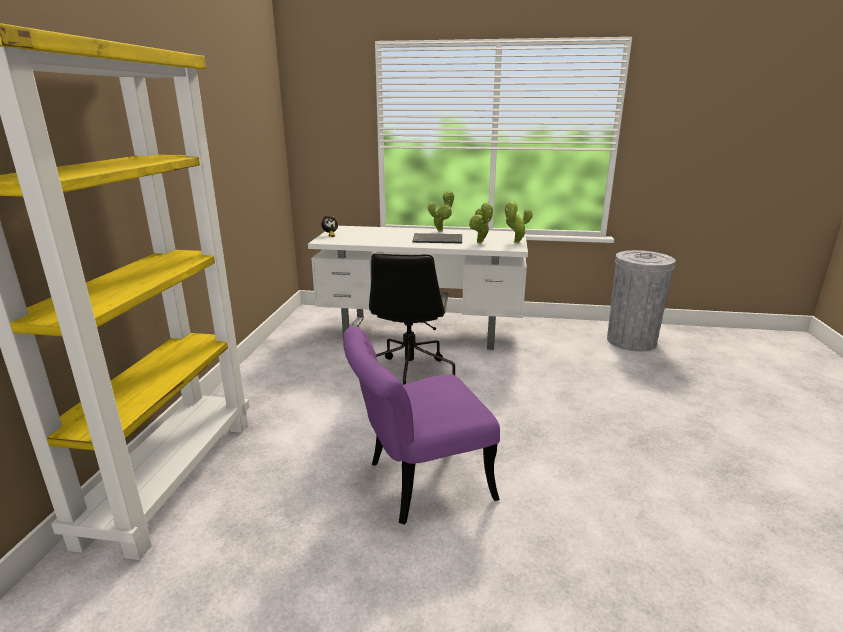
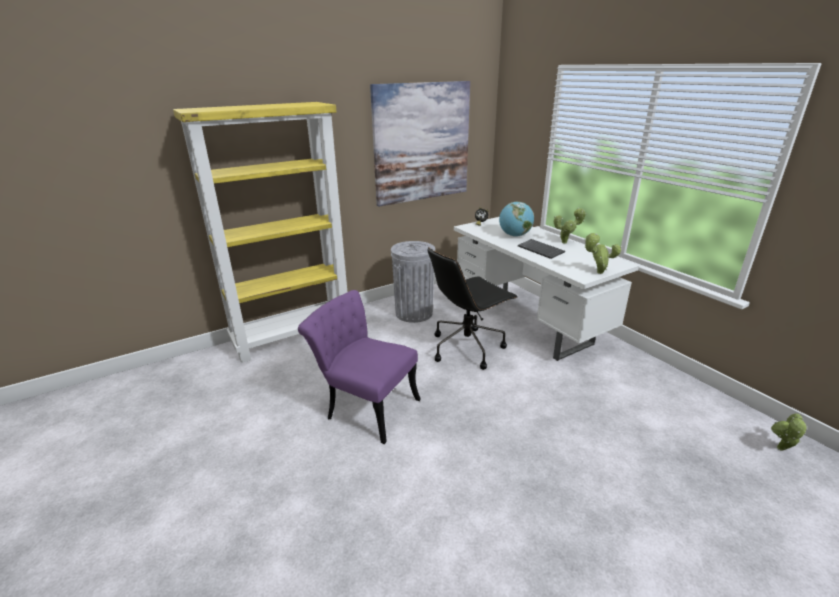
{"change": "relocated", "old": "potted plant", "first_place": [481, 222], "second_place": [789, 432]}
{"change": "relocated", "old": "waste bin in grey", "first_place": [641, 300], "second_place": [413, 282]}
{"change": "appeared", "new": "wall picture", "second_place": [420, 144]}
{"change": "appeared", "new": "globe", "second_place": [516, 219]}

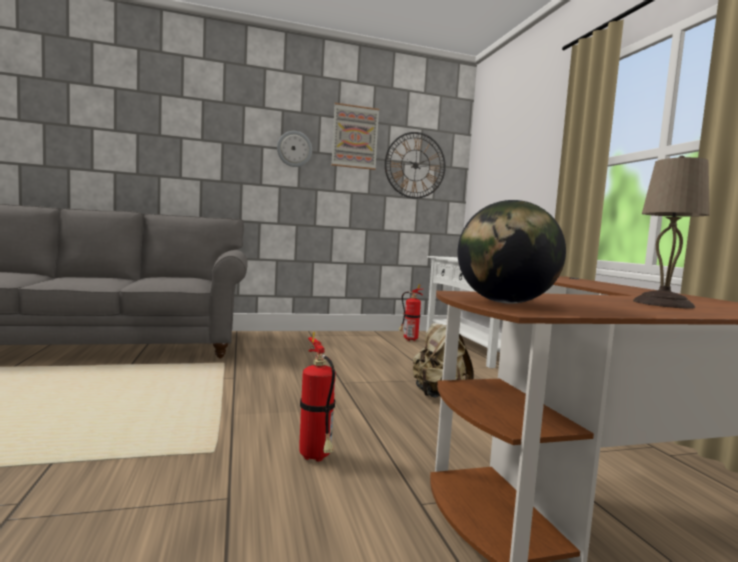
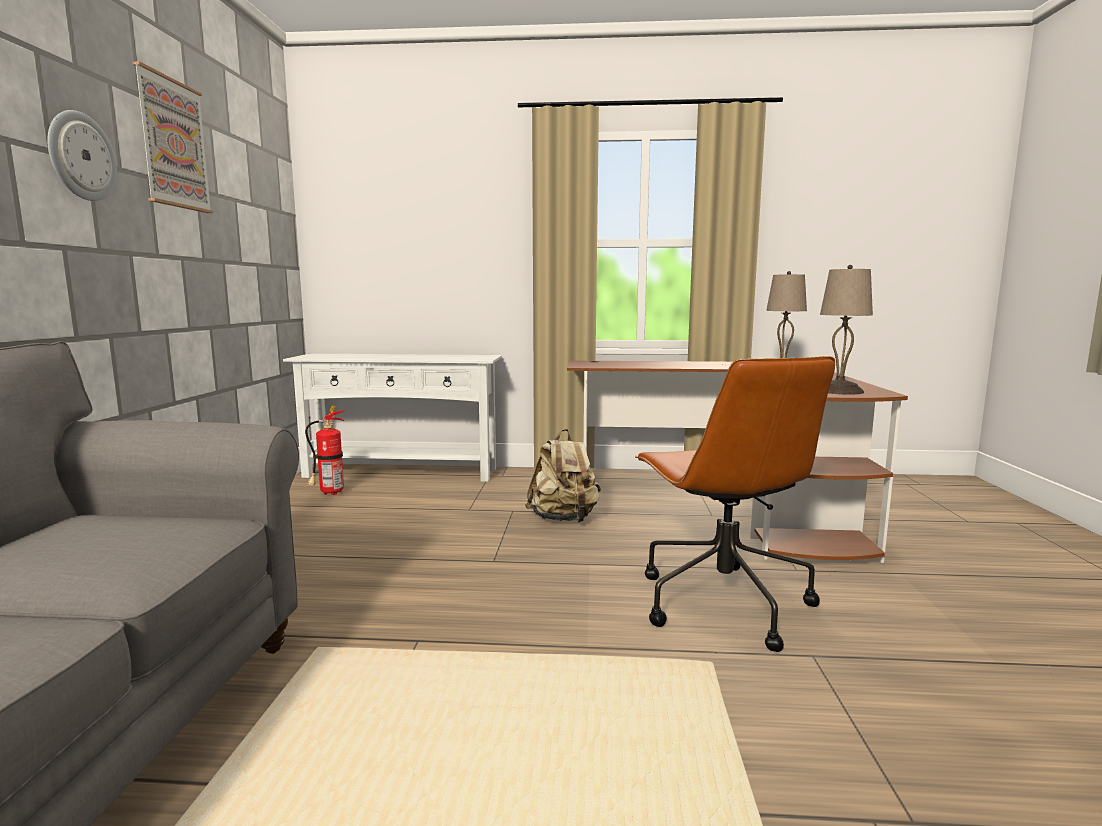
{"change": "missing", "old": "clock on the wall", "first_place": [415, 165]}
{"change": "exchanged", "old": "globe", "new": "table lamp in sand-coloured", "first_place": [512, 252], "second_place": [846, 330]}
{"change": "exchanged", "old": "fire extinguisher", "new": "office chair in brown-coloured", "first_place": [317, 397], "second_place": [735, 504]}

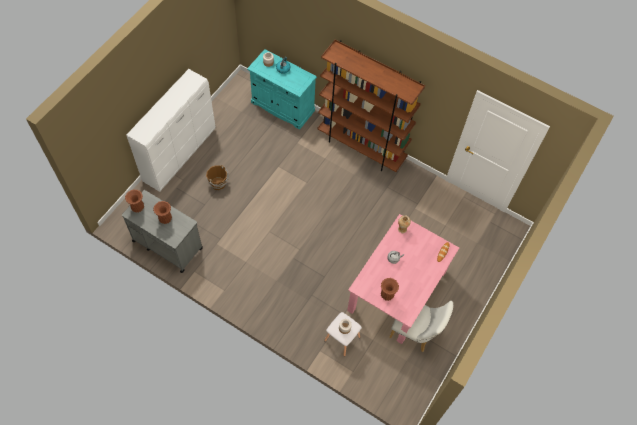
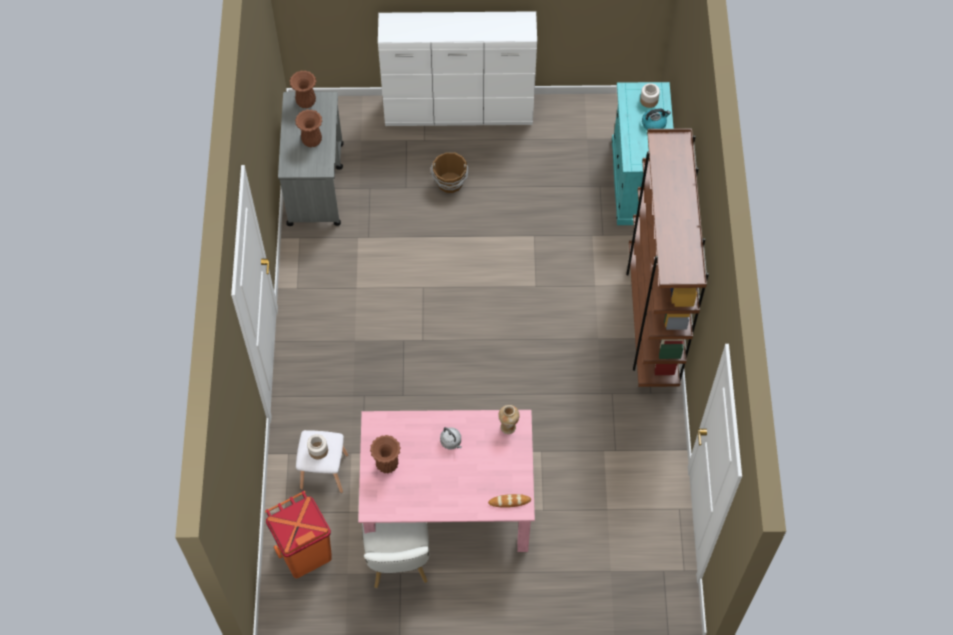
{"change": "appeared", "new": "waste bin in orange-coloured", "second_place": [298, 534]}

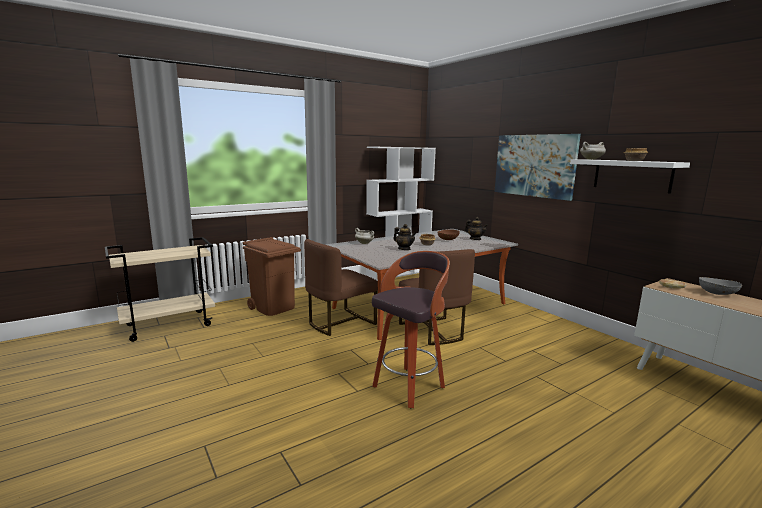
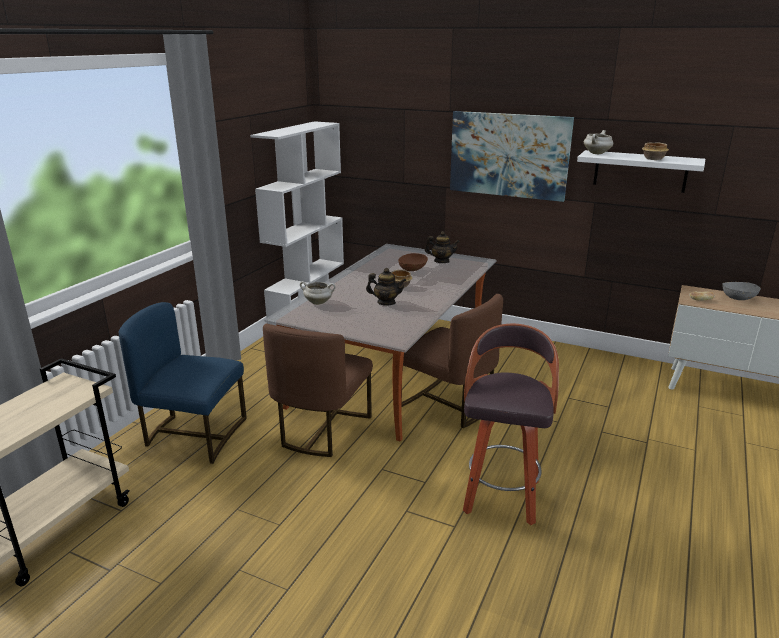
{"change": "exchanged", "old": "waste bin in brown-coloured", "new": "plain chair in blue", "first_place": [272, 276], "second_place": [183, 383]}

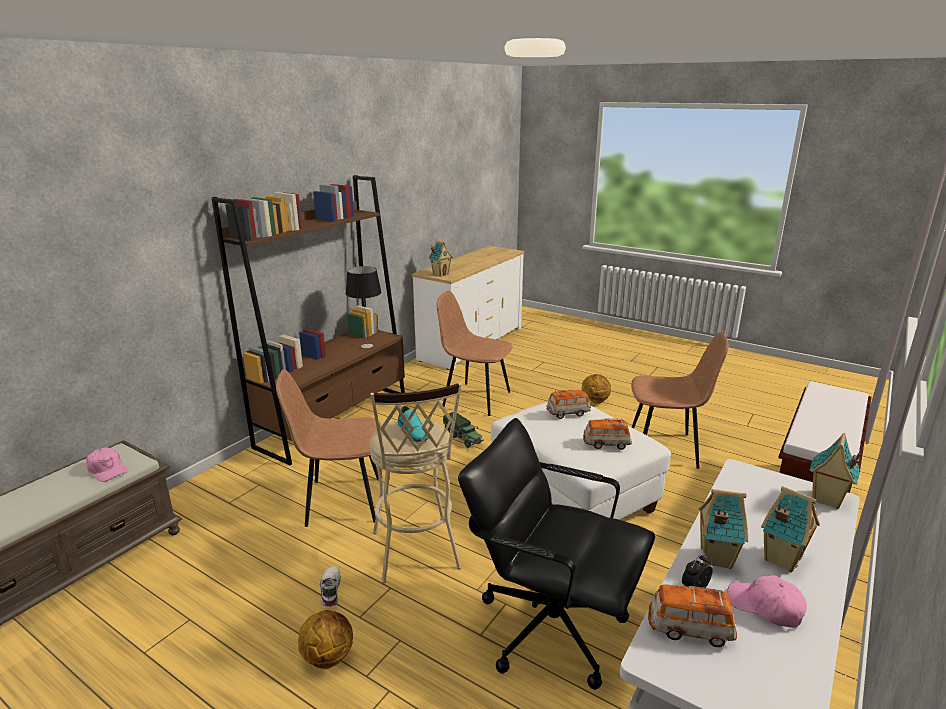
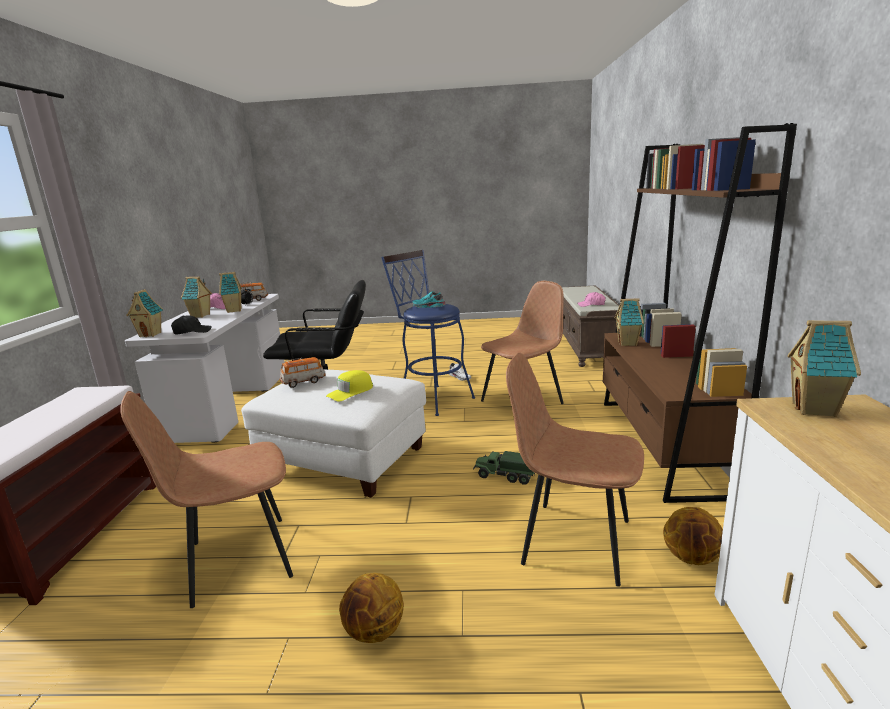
{"change": "missing", "old": "table lamp", "first_place": [363, 307]}
{"change": "spun", "old": "plain chair in brown-coloured", "first_place": [475, 353], "second_place": [575, 469], "degrees": -150}
{"change": "colour", "old": "sitting stool in sand-coloured", "new": "sitting stool in blue", "first_place": [415, 483], "second_place": [428, 333]}
{"change": "exchanged", "old": "toy car", "new": "baseball cap in yellowish", "first_place": [568, 404], "second_place": [349, 386]}
{"change": "relocated", "old": "ball for basketball", "first_place": [325, 639], "second_place": [693, 536]}
{"change": "appeared", "new": "toy house", "second_place": [629, 322]}
{"change": "appeared", "new": "baseball cap in black", "second_place": [191, 325]}

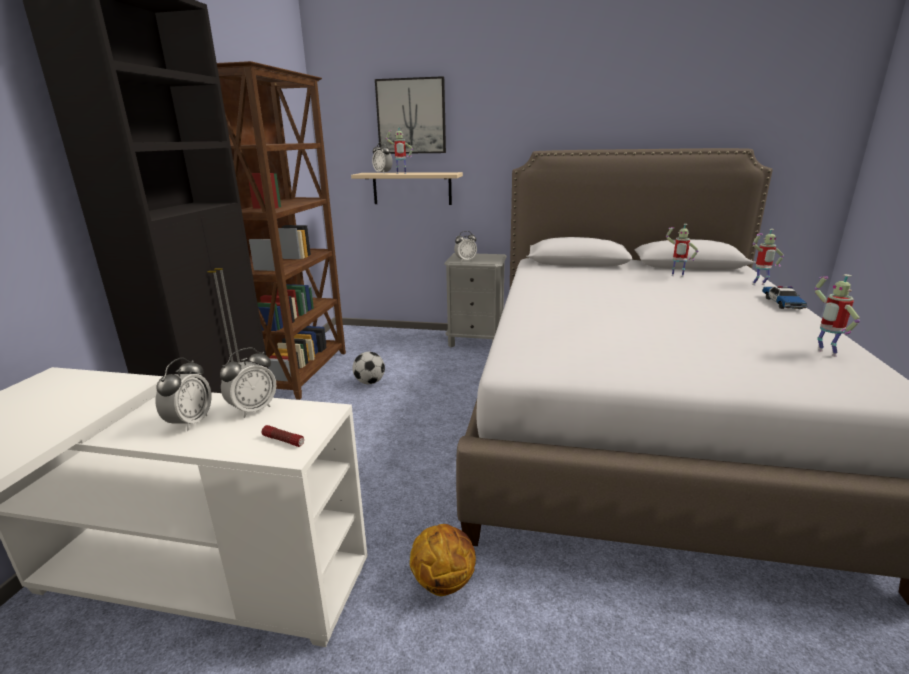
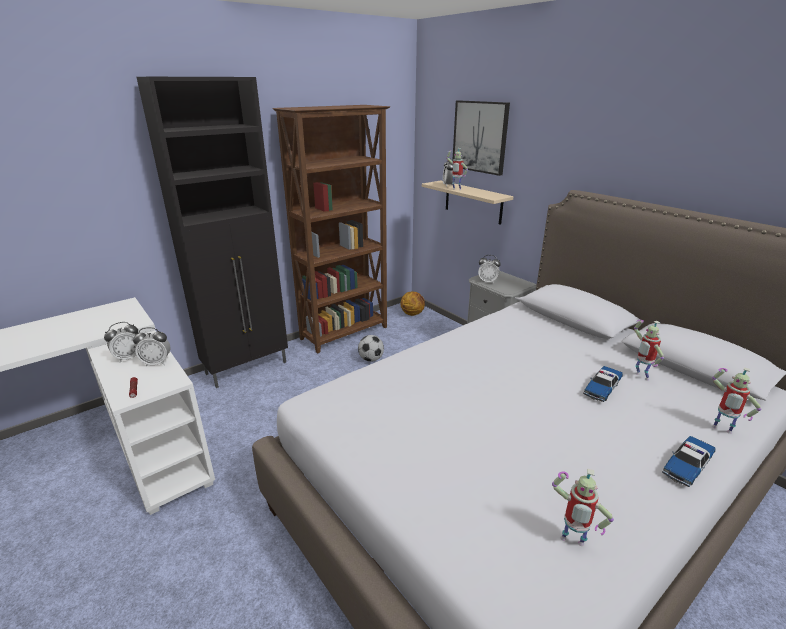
{"change": "spun", "old": "robot figure", "first_place": [837, 315], "second_place": [583, 507], "degrees": -90}
{"change": "relocated", "old": "ball for basketball", "first_place": [443, 560], "second_place": [412, 303]}
{"change": "appeared", "new": "toy car", "second_place": [603, 384]}

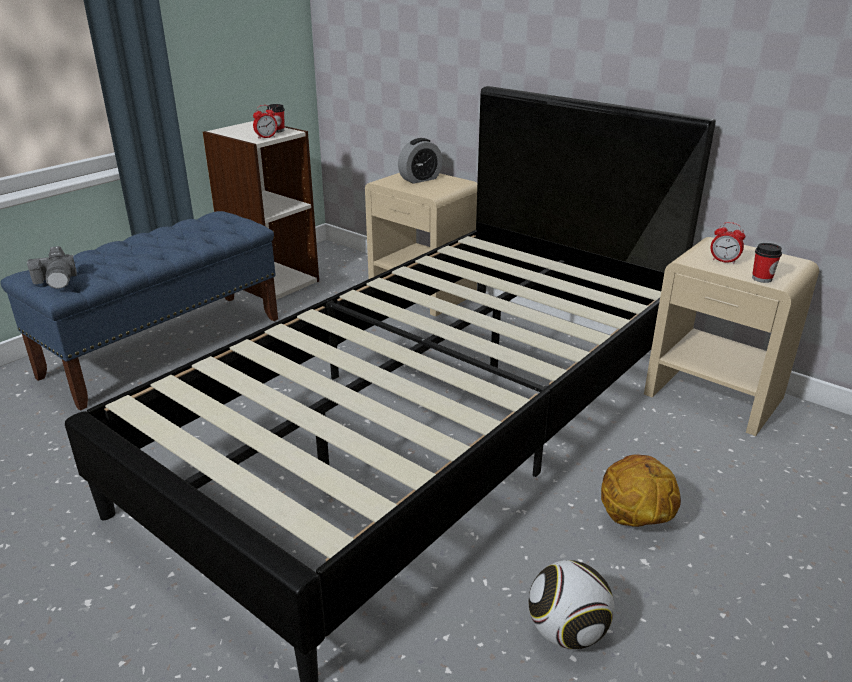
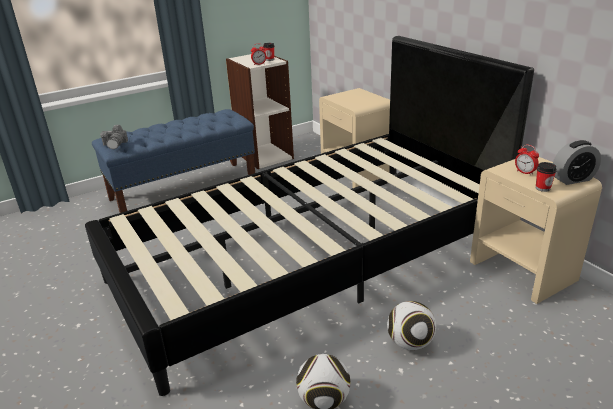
{"change": "relocated", "old": "alarm clock", "first_place": [420, 161], "second_place": [577, 162]}
{"change": "exchanged", "old": "ball for basketball", "new": "ball for football", "first_place": [641, 490], "second_place": [411, 325]}

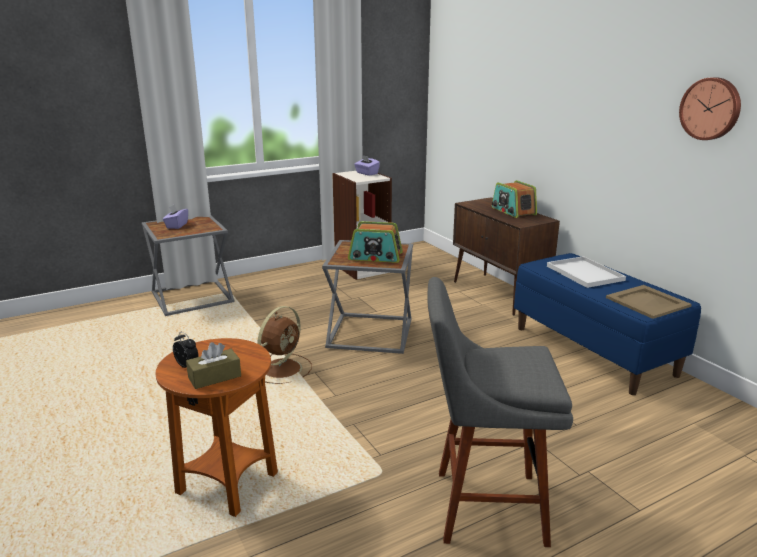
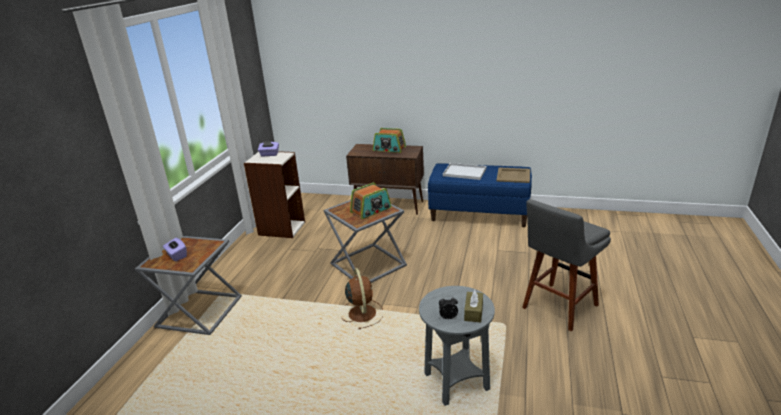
{"change": "missing", "old": "clock on the wall", "first_place": [710, 108]}
{"change": "colour", "old": "side table in brown-coloured", "new": "side table in grey", "first_place": [216, 427], "second_place": [457, 346]}

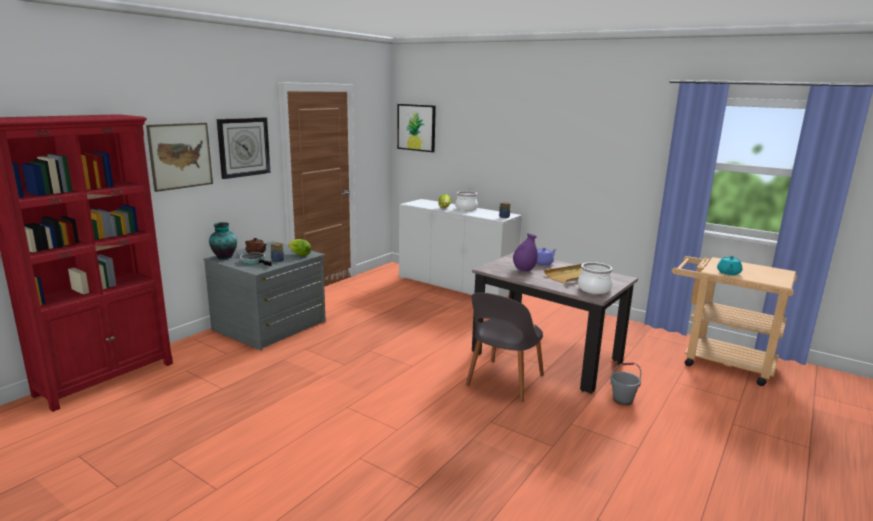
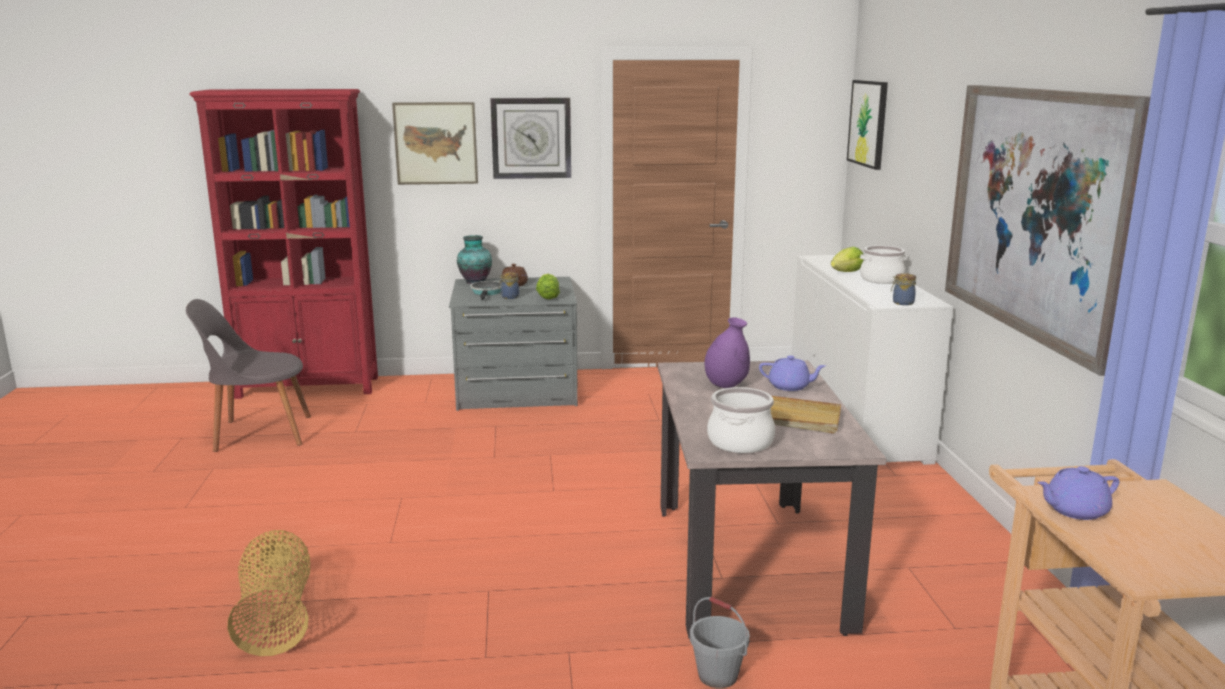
{"change": "colour", "old": "teapot in blue-green", "new": "teapot in purple-coloured", "first_place": [729, 265], "second_place": [1078, 493]}
{"change": "relocated", "old": "plain chair in grey", "first_place": [505, 347], "second_place": [248, 375]}
{"change": "appeared", "new": "wall picture", "second_place": [1048, 230]}
{"change": "appeared", "new": "storage basket", "second_place": [269, 593]}

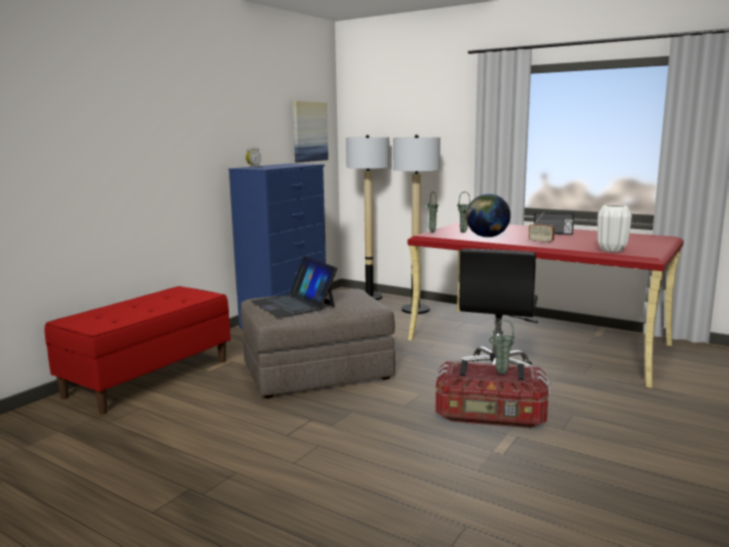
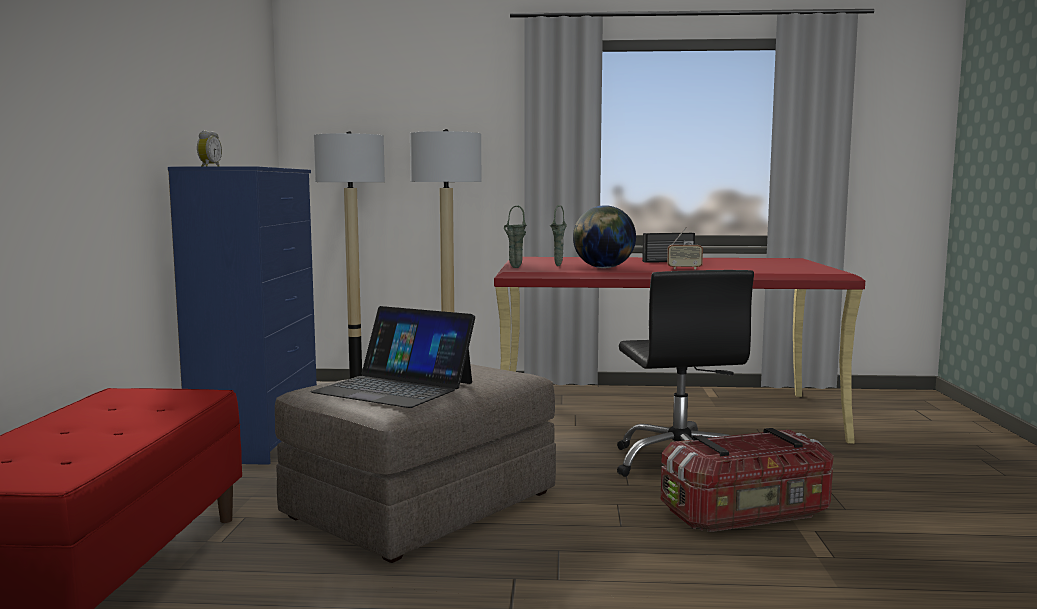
{"change": "missing", "old": "wall picture", "first_place": [310, 131]}
{"change": "missing", "old": "vase in white-coloured", "first_place": [614, 228]}
{"change": "missing", "old": "vase in greenish", "first_place": [502, 347]}

